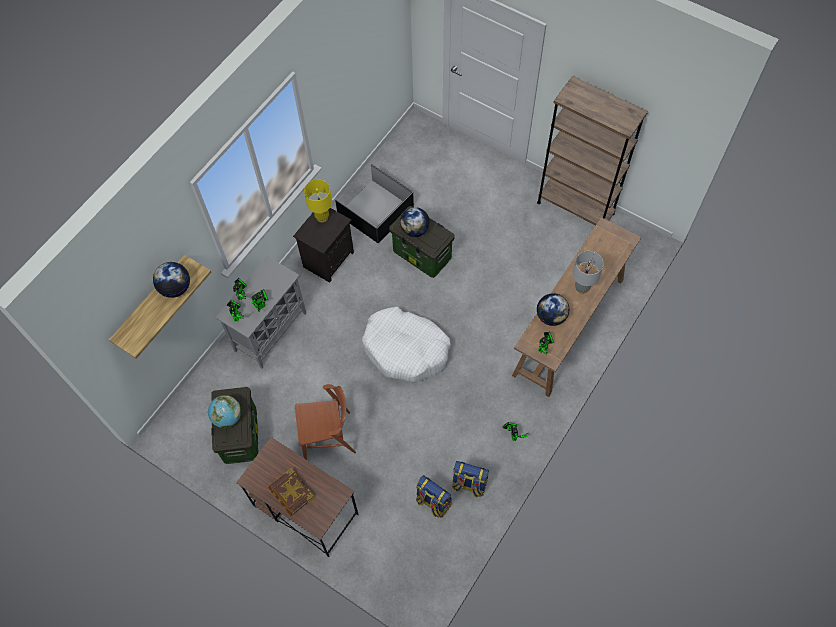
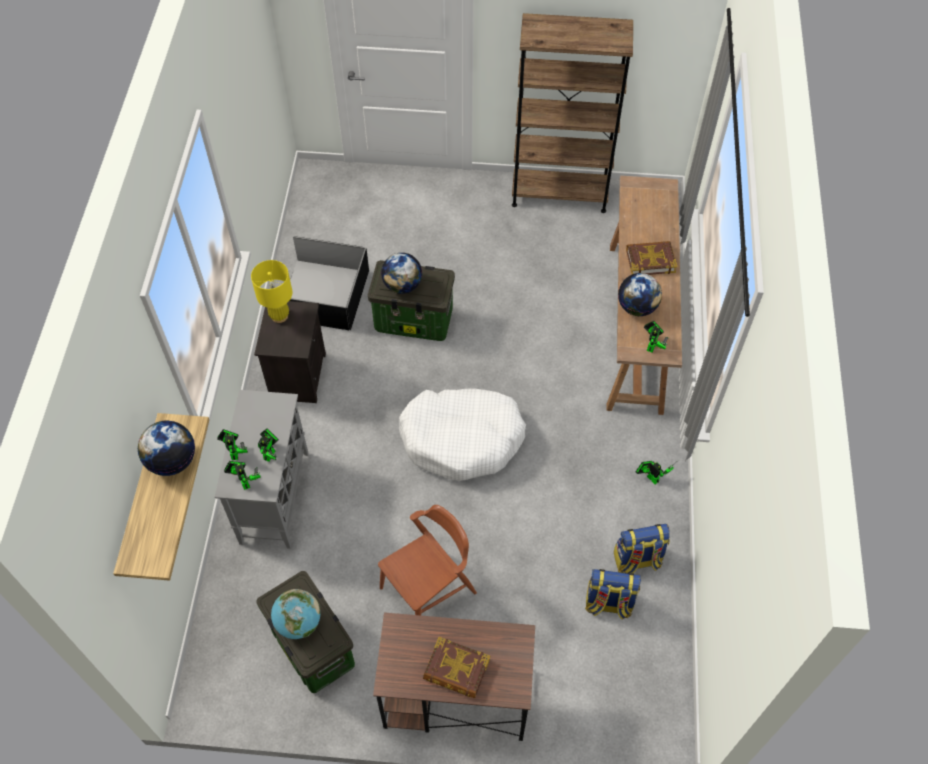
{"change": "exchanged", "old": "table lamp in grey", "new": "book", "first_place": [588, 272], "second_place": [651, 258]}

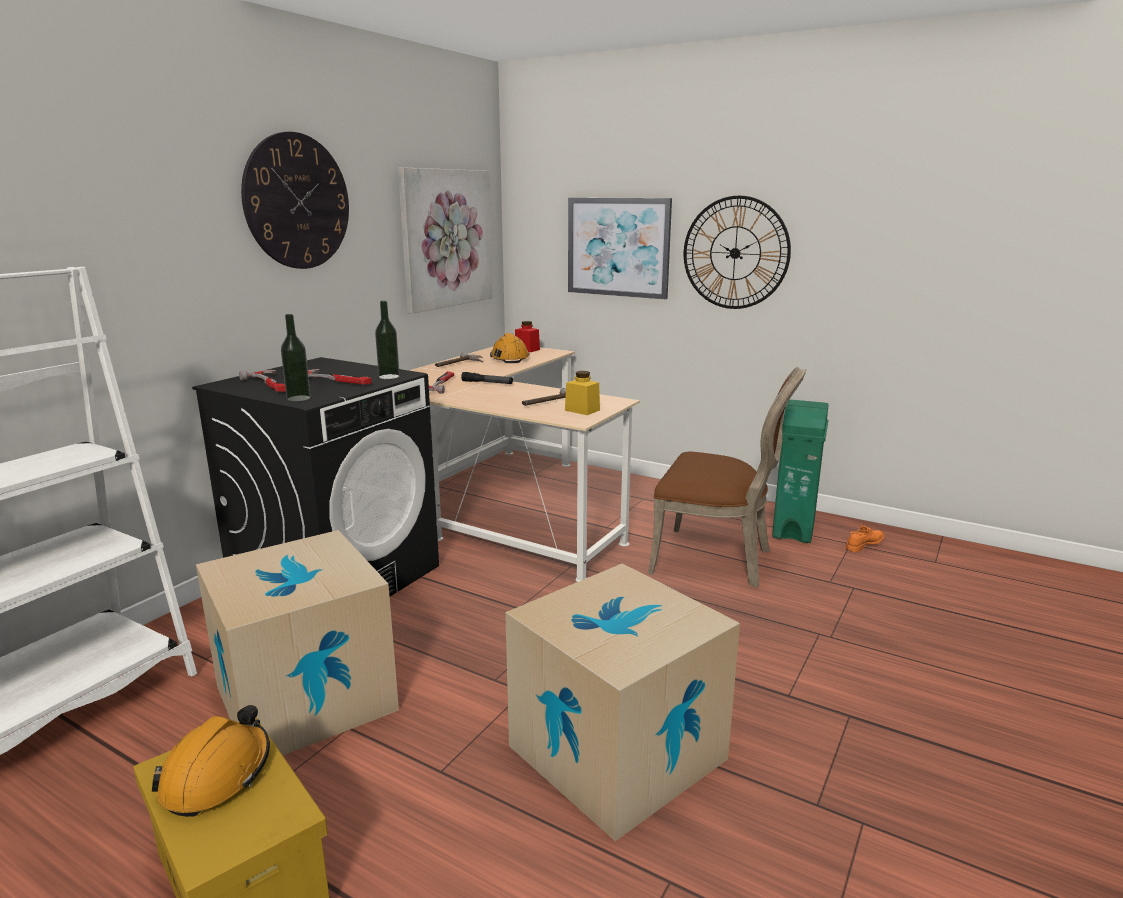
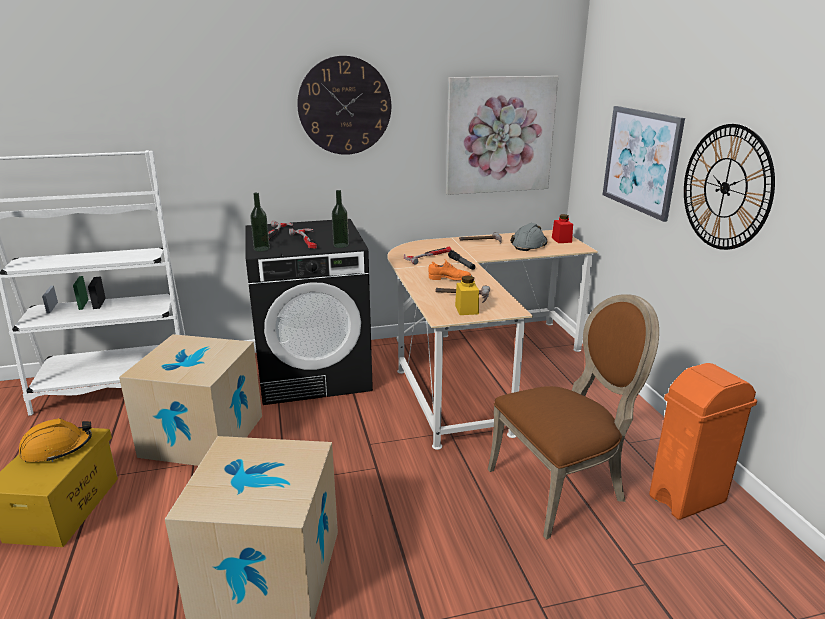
{"change": "colour", "old": "work helmet in orange-coloured", "new": "work helmet in grey", "first_place": [510, 348], "second_place": [528, 237]}
{"change": "spun", "old": "plain chair in brown-coloured", "first_place": [727, 477], "second_place": [573, 417], "degrees": -90}
{"change": "colour", "old": "waste bin in greenish", "new": "waste bin in orange-coloured", "first_place": [800, 471], "second_place": [703, 441]}
{"change": "relocated", "old": "shoe in orange-coloured", "first_place": [865, 538], "second_place": [450, 269]}

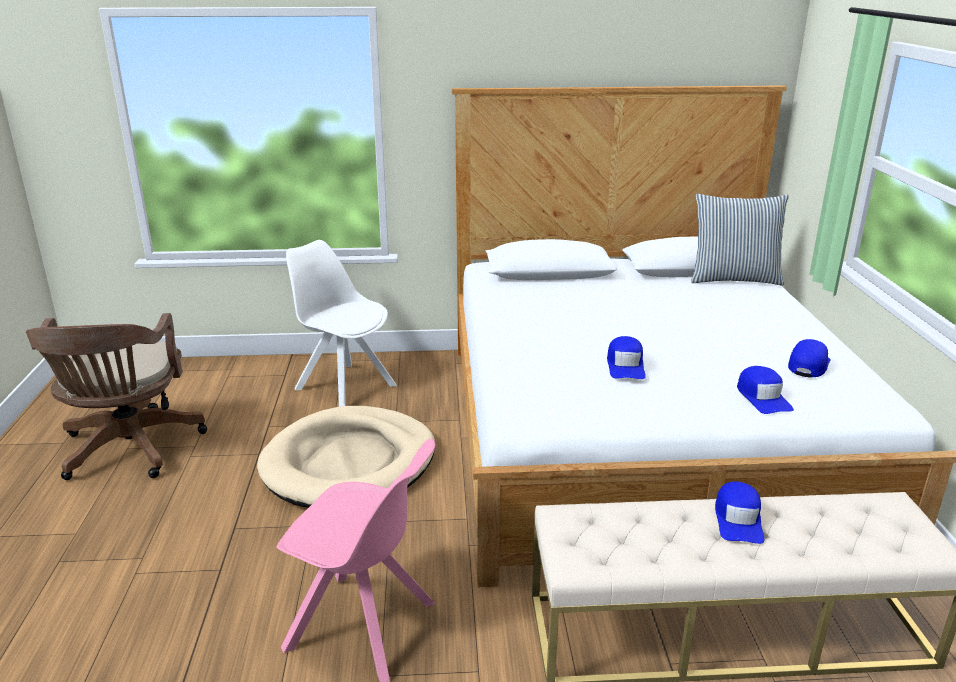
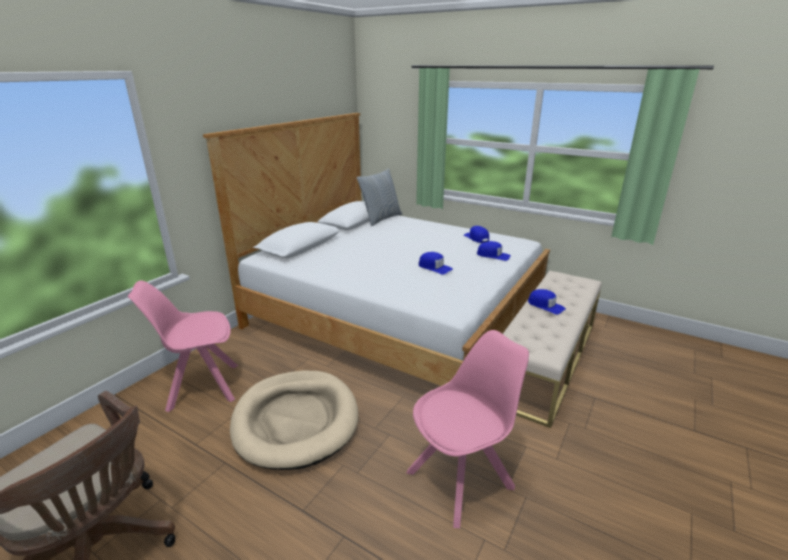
{"change": "colour", "old": "plain chair in white-coloured", "new": "plain chair in pink", "first_place": [341, 323], "second_place": [183, 346]}

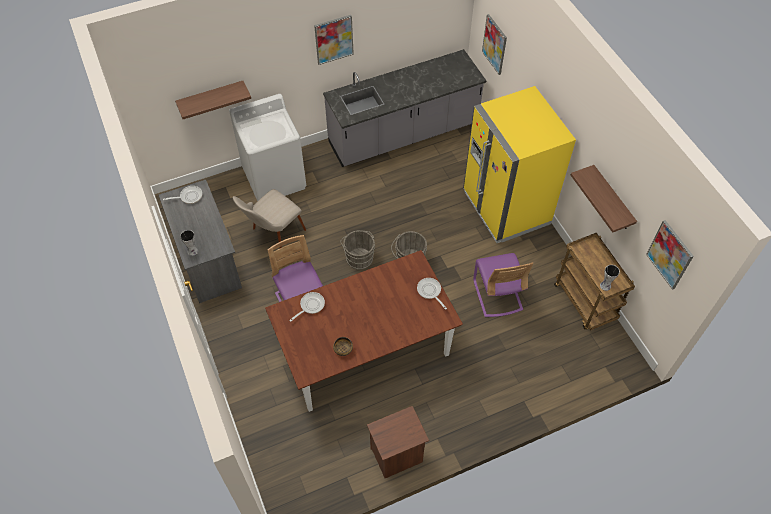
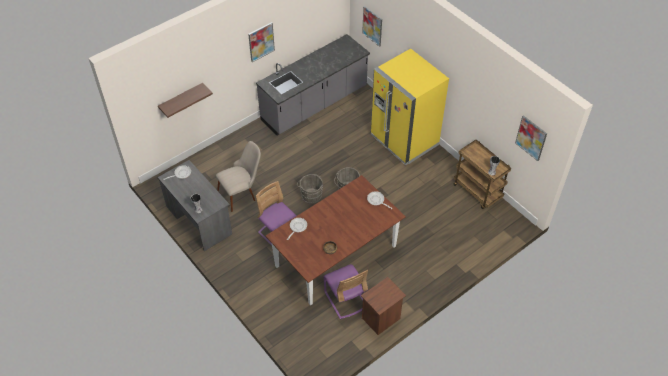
{"change": "missing", "old": "laundry machine in white-coloured", "first_place": [267, 147]}
{"change": "missing", "old": "wall shelf", "first_place": [604, 199]}
{"change": "spun", "old": "plain chair in sand-coloured", "first_place": [269, 218], "second_place": [238, 176], "degrees": -150}
{"change": "relocated", "old": "plain chair in purple-coloured", "first_place": [503, 285], "second_place": [346, 291]}

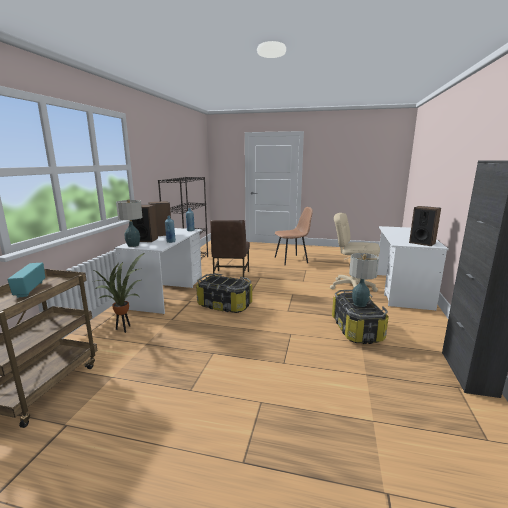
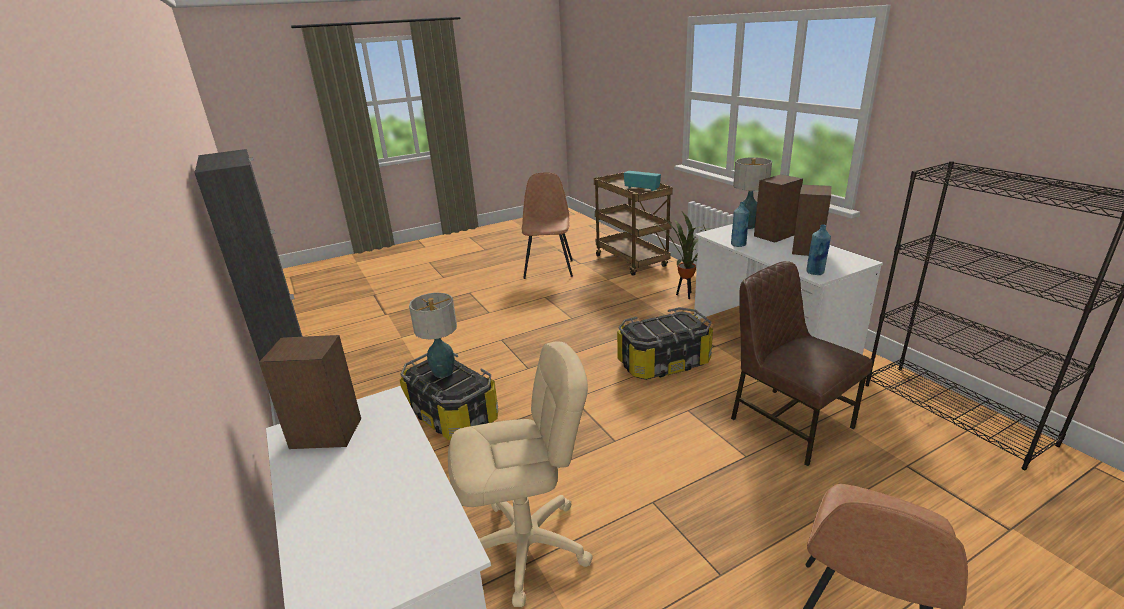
{"change": "appeared", "new": "plain chair in brown-coloured", "second_place": [547, 225]}

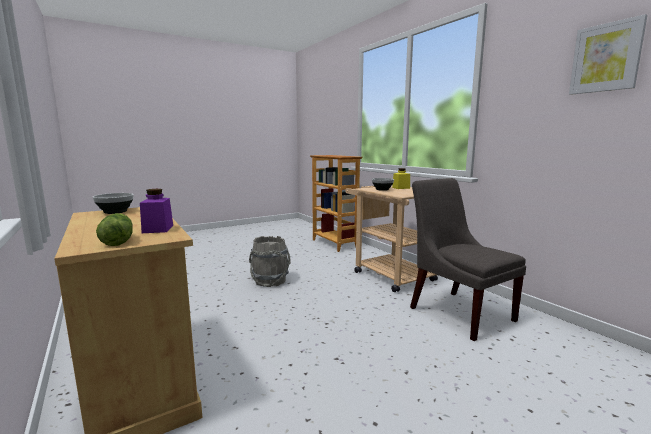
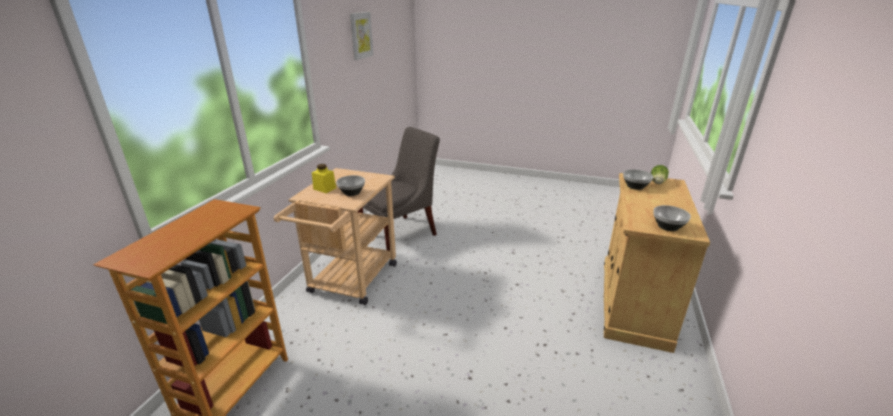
{"change": "spun", "old": "plain chair in grey", "first_place": [468, 259], "second_place": [399, 189], "degrees": -150}
{"change": "exchanged", "old": "preserve jar in purple-coloured", "new": "deep dish", "first_place": [156, 211], "second_place": [638, 179]}
{"change": "missing", "old": "pail in grey", "first_place": [270, 261]}

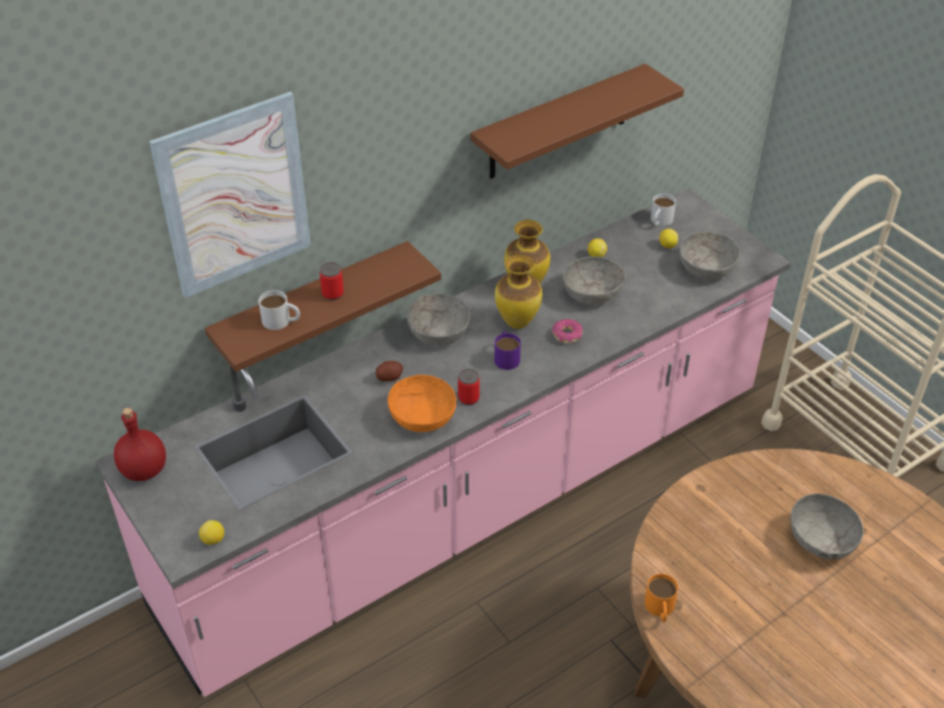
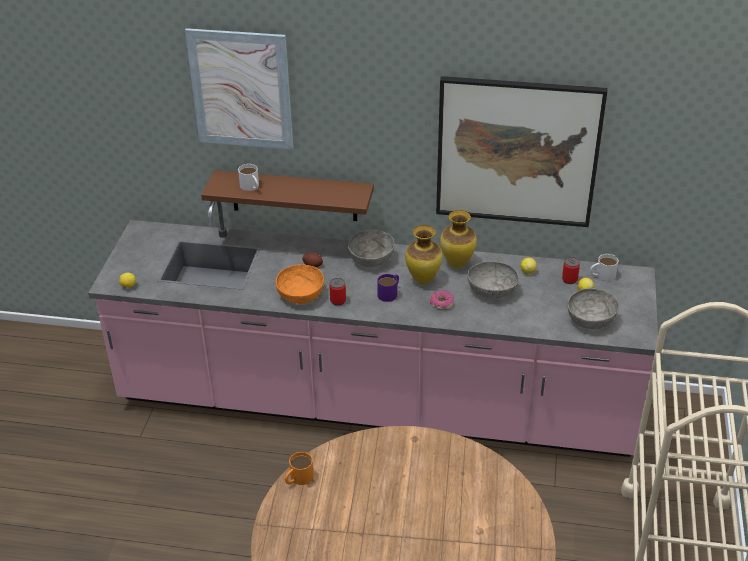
{"change": "exchanged", "old": "wall shelf in brown-coloured", "new": "wall picture", "first_place": [577, 121], "second_place": [521, 151]}
{"change": "relocated", "old": "can", "first_place": [332, 281], "second_place": [571, 270]}
{"change": "missing", "old": "bottle in red-coloured", "first_place": [140, 444]}
{"change": "missing", "old": "deep dish in grey", "first_place": [827, 526]}

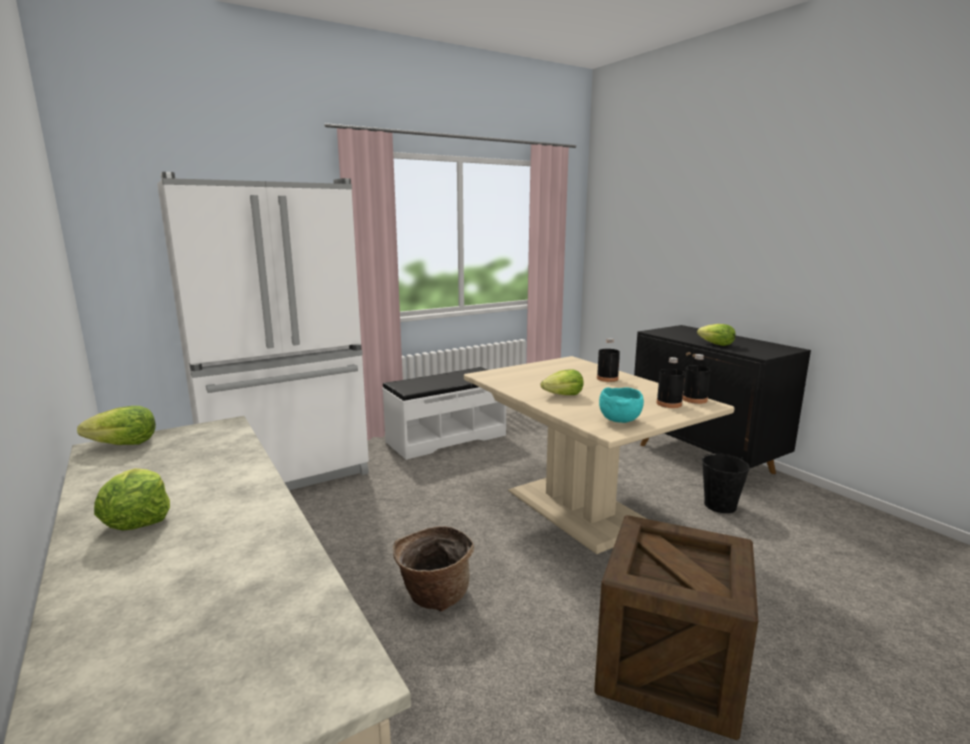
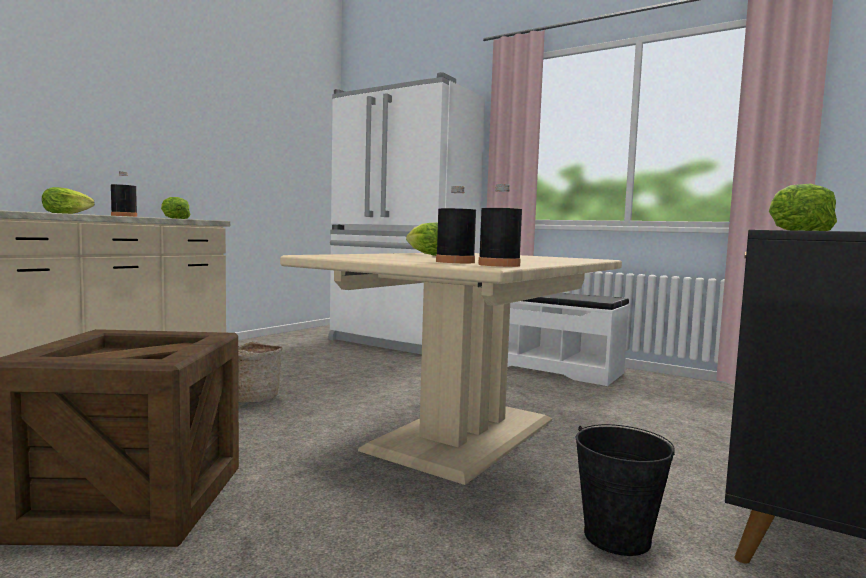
{"change": "relocated", "old": "bottle in black", "first_place": [608, 360], "second_place": [124, 194]}
{"change": "missing", "old": "deep dish in blue-green", "first_place": [621, 405]}

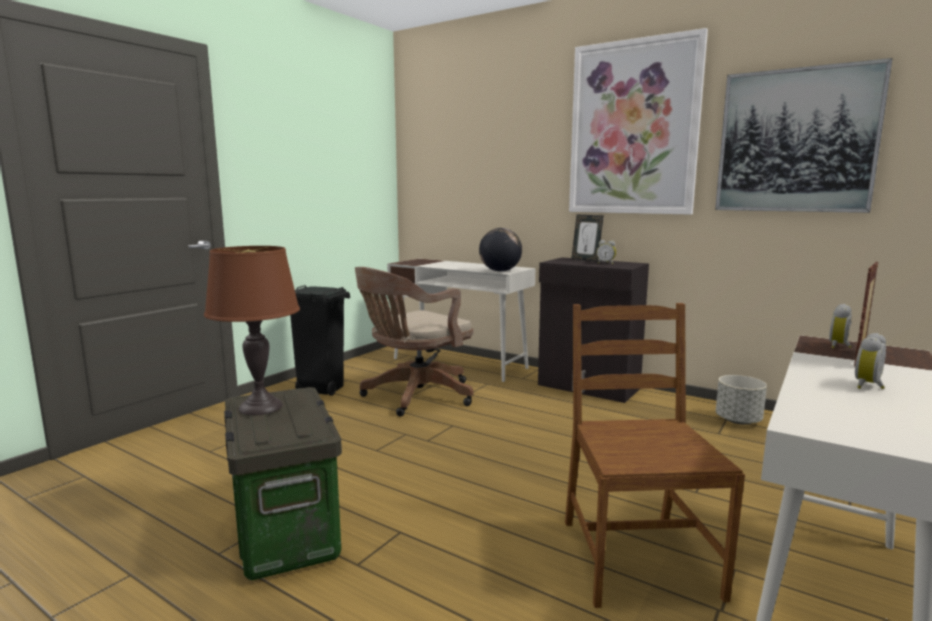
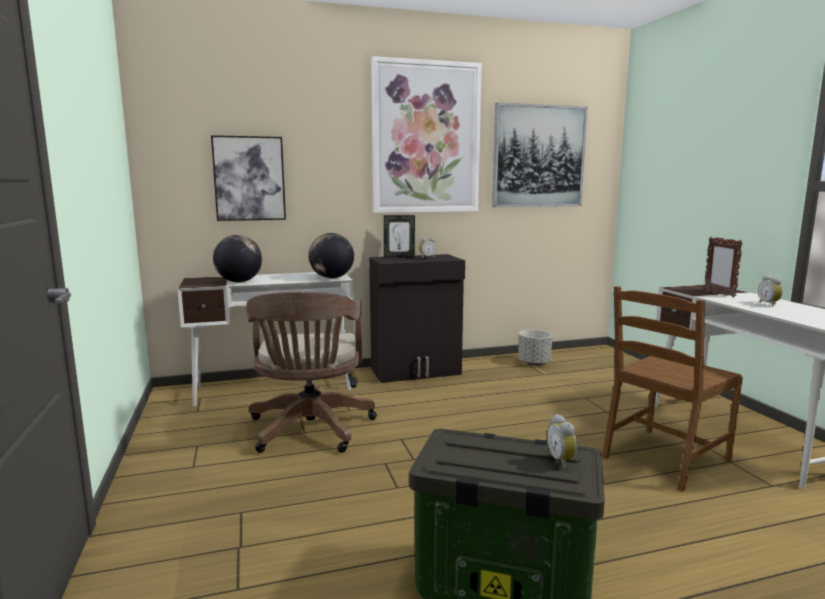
{"change": "missing", "old": "table lamp in brown-coloured", "first_place": [252, 330]}
{"change": "missing", "old": "waste bin in black", "first_place": [320, 340]}
{"change": "spun", "old": "plain chair in brown-coloured", "first_place": [655, 455], "second_place": [672, 389], "degrees": -75}
{"change": "relocated", "old": "alarm clock", "first_place": [840, 326], "second_place": [562, 441]}
{"change": "appeared", "new": "wall picture", "second_place": [248, 178]}
{"change": "appeared", "new": "globe", "second_place": [237, 258]}

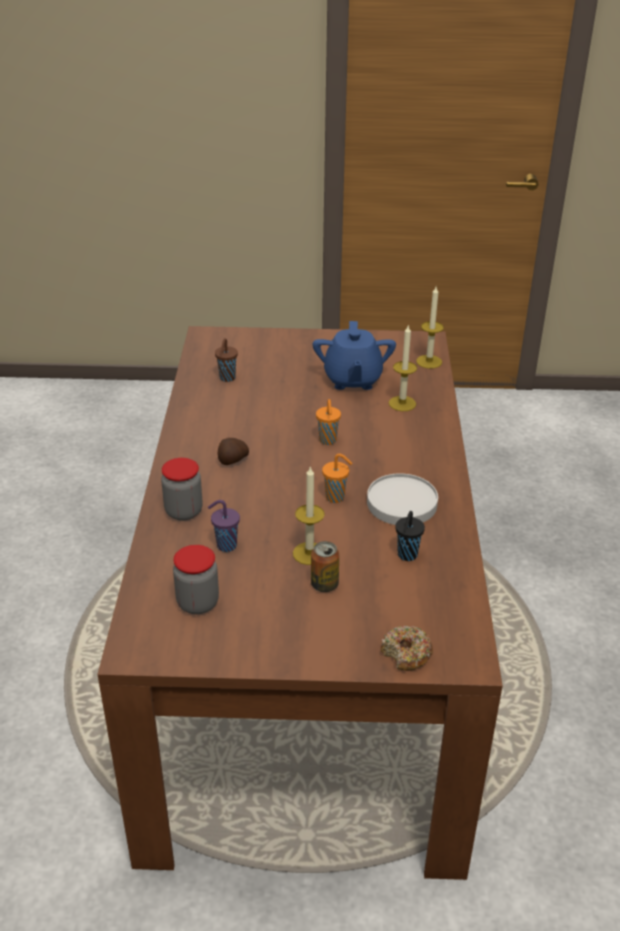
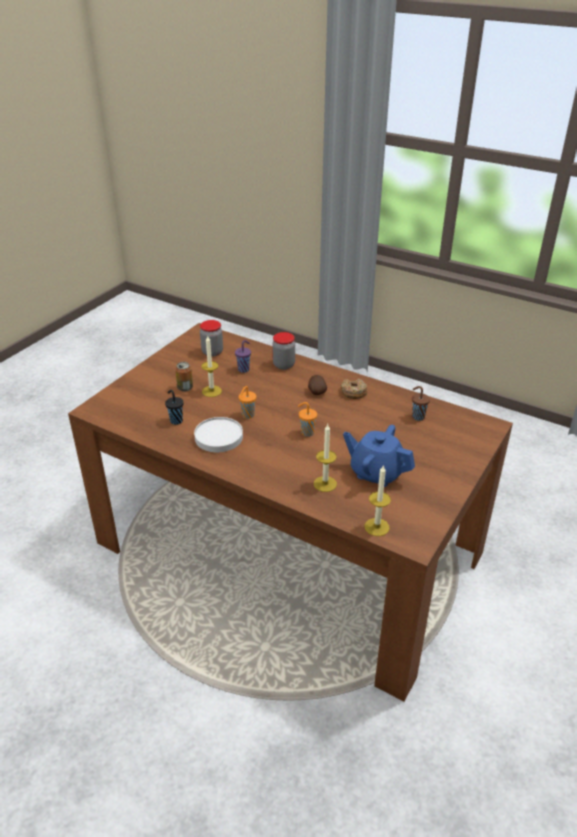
{"change": "relocated", "old": "ring doughnut", "first_place": [407, 648], "second_place": [353, 389]}

